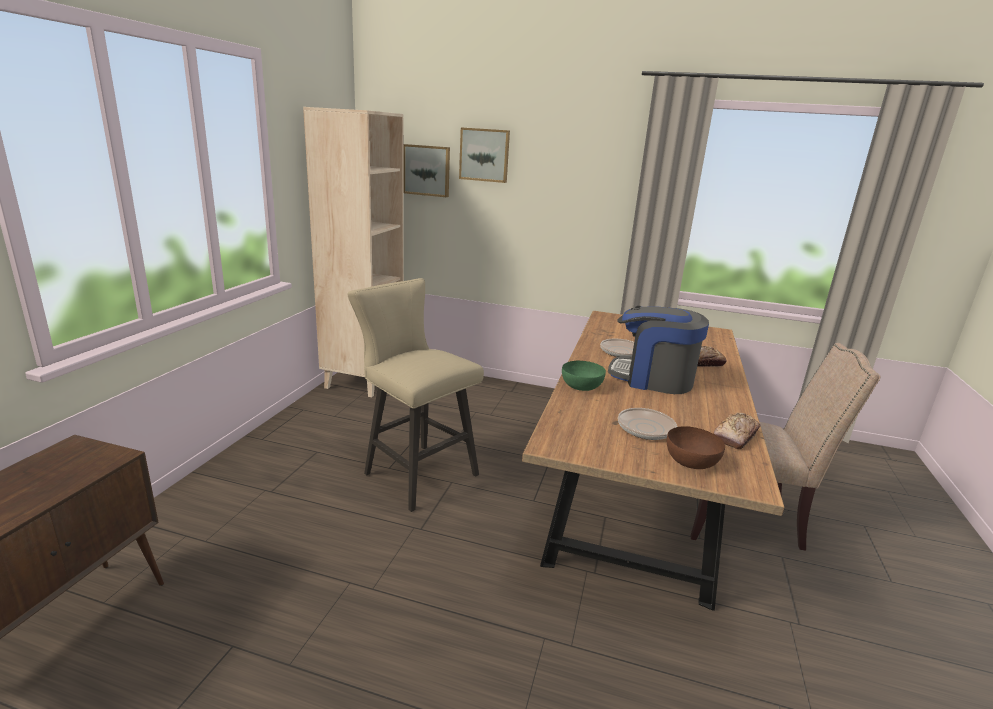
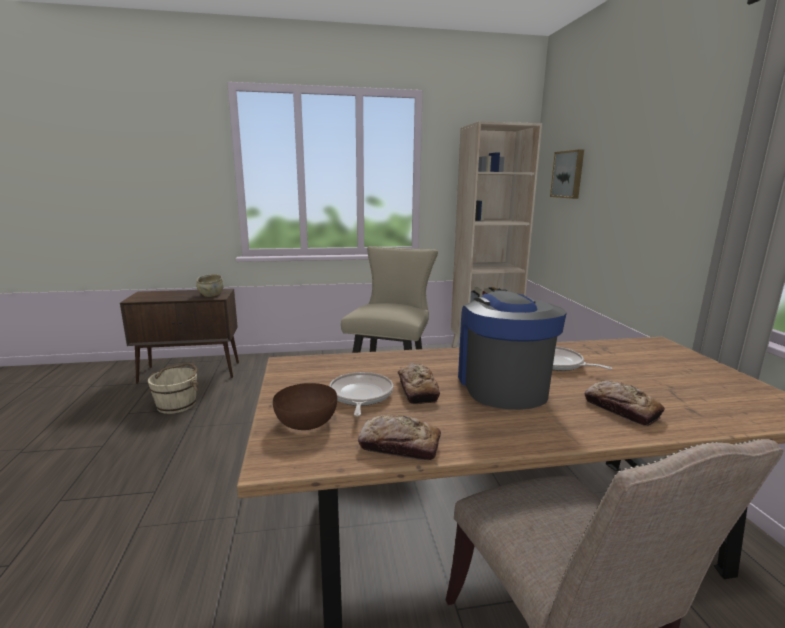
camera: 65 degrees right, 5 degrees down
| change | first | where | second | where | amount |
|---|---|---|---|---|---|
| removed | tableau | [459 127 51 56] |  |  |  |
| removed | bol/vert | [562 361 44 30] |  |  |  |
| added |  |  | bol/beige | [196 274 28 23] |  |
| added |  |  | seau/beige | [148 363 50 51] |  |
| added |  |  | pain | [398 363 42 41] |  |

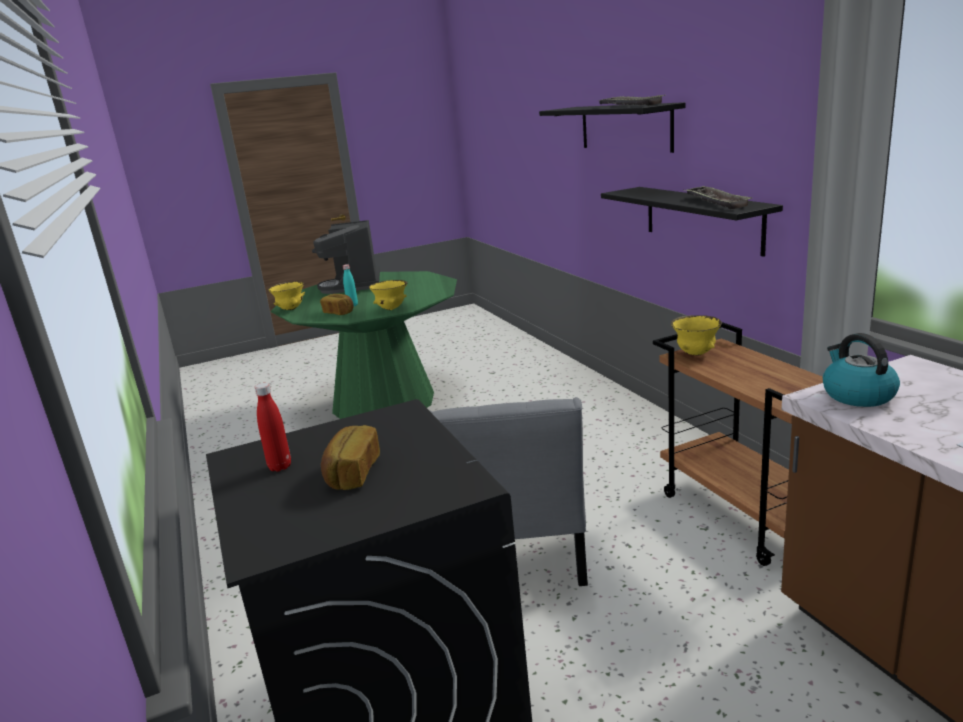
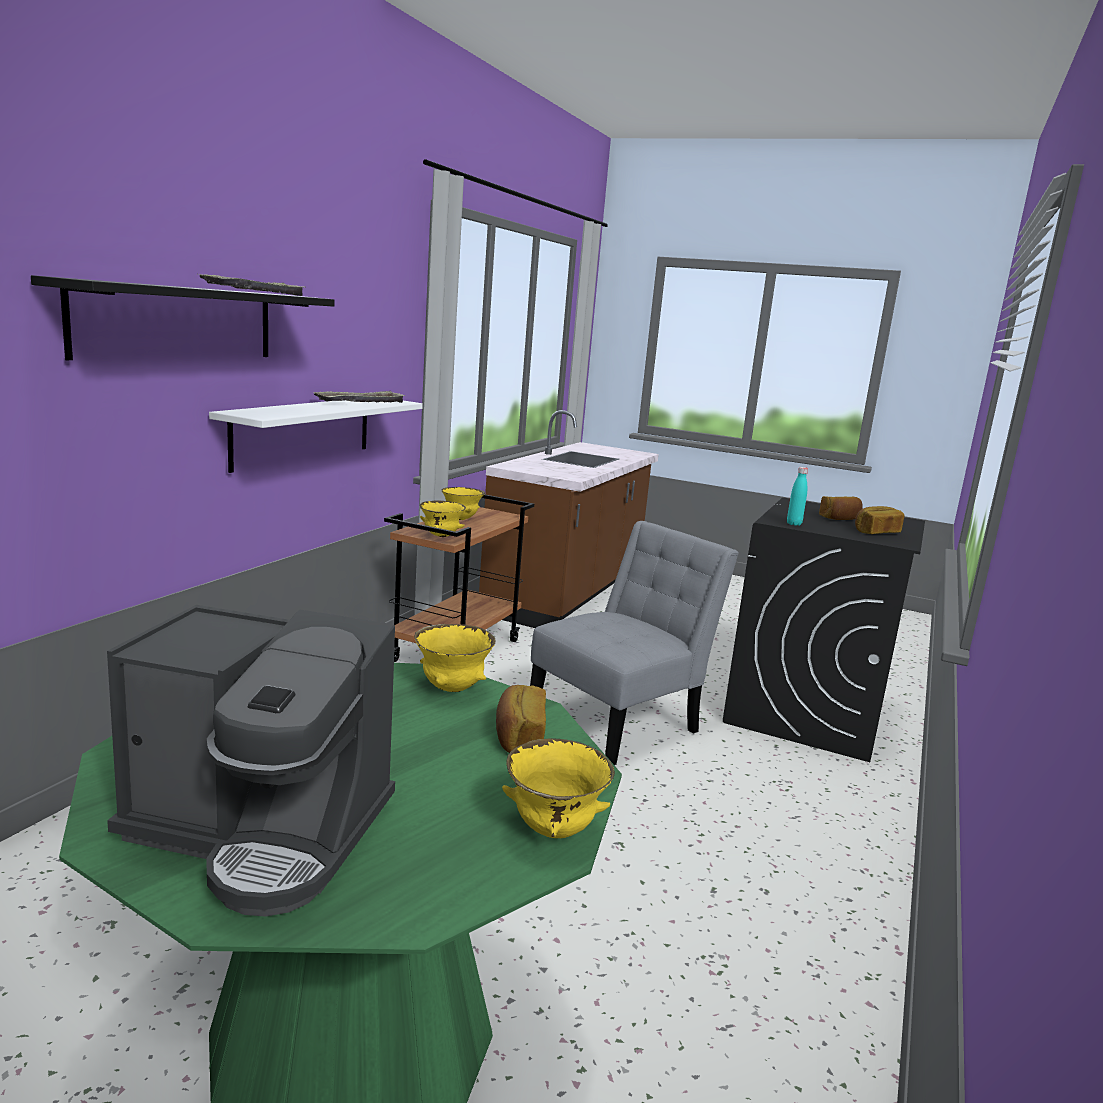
camera: 135 degrees left, 5 degrees down
| change | first | where | second | where | amount |
|---|---|---|---|---|---|
| recoloured | étagère/noir | [601 187 182 70] | étagère/blanc | [209 400 214 73] |  |
| turned | machine à café | [312 220 68 74] |  | [107 605 288 312] | 60 degrees clockwise |
| moved | bouteille/turquoise | [343 264 15 42] |  | [787 467 21 59] |  |
| removed | bouilloire | [823 333 77 74] |  |  |  |
| replaced | bouteille/rouge | [254 383 37 89] | pain | [855 506 49 28] |  |
| added |  |  | bol/jaune | [442 487 43 33] |  |

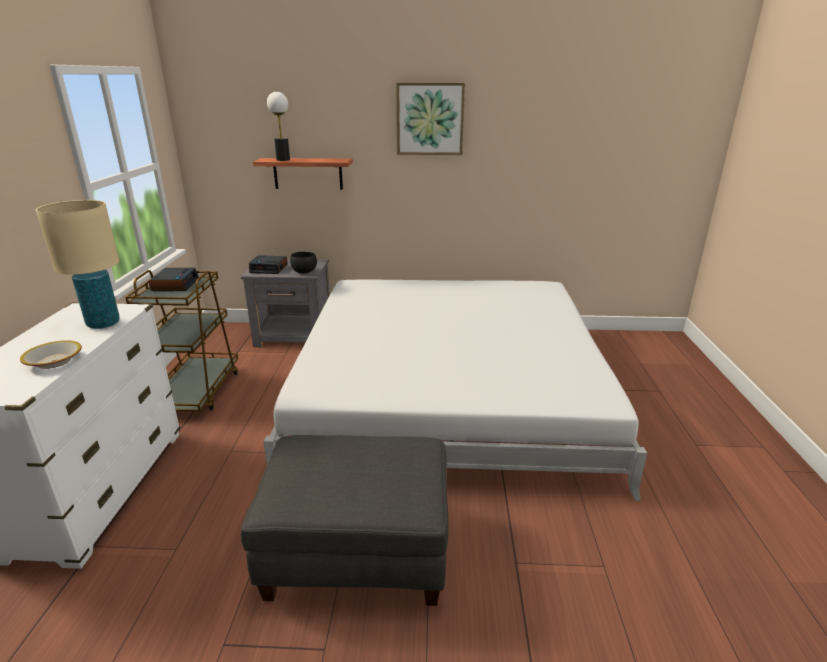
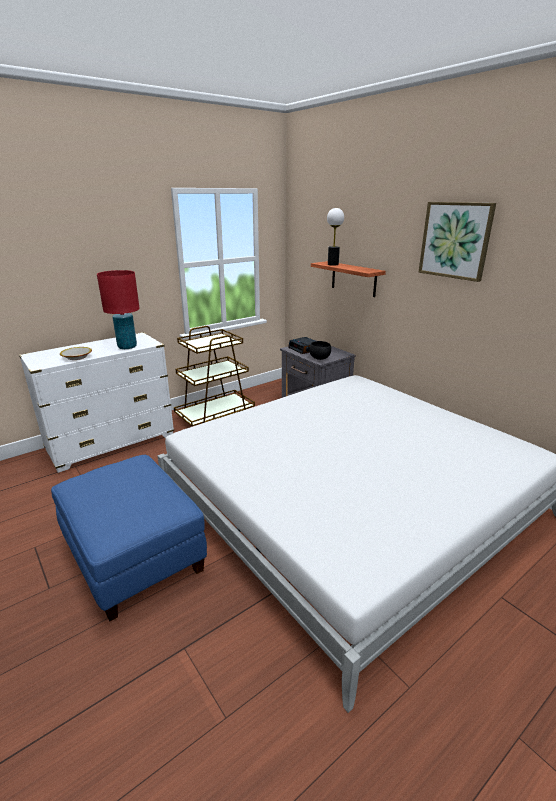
camera: 50 degrees right, 0 degrees up
| change | first | where | second | where | amount |
|---|---|---|---|---|---|
| recoloured | lampe de table/beige | [36 200 84 129] | lampe de table/rouge | [97 270 43 79] |  |
| removed | réveil | [149 268 50 23] |  |  |  |
| recoloured | pouf/gris | [241 435 207 171] | pouf/bleu | [51 455 156 167] |  |

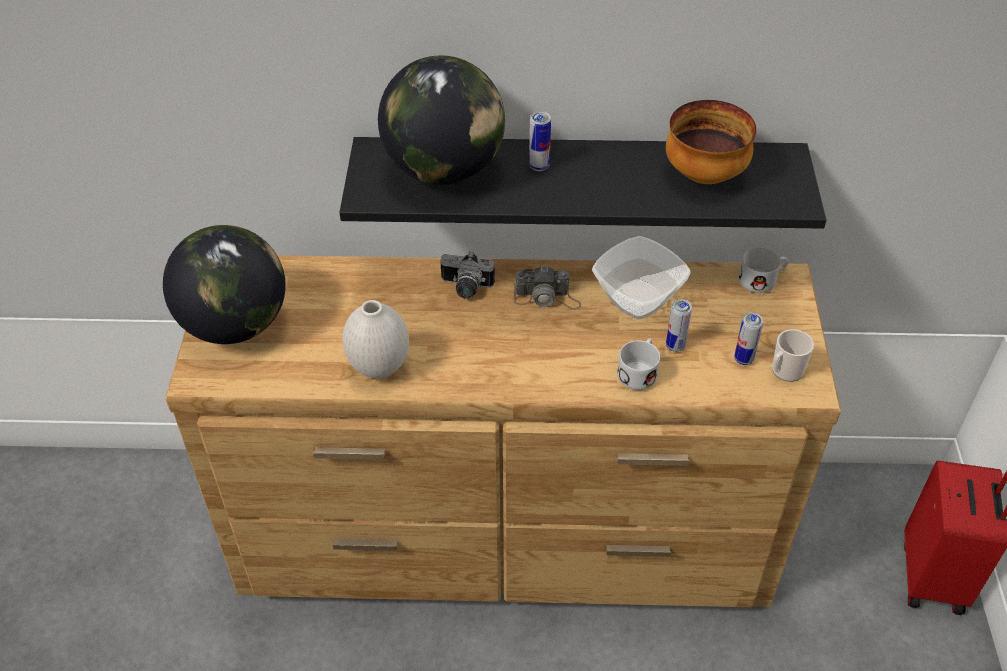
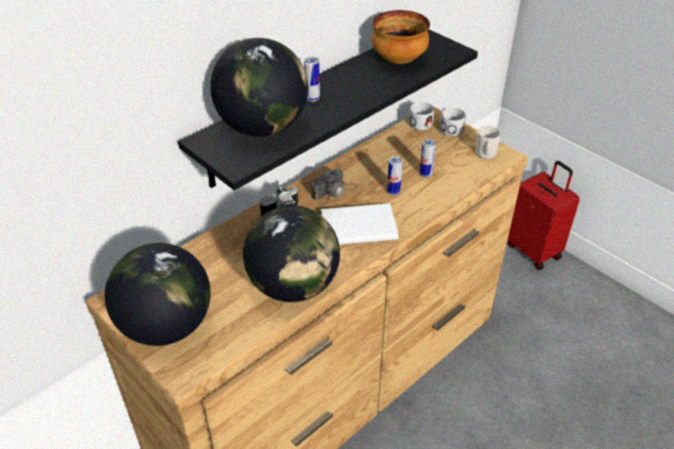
camera: 45 degrees left, 5 degrees down
| change | first | where | second | where | amount |
|---|---|---|---|---|---|
| removed | bol | [592 236 99 83] |  |  |  |
| replaced | vase/blanc | [343 300 66 79] | globe | [243 205 97 97] |  |
| moved | boîte métallique | [734 312 29 53] |  | [387 157 16 38] |  |
| moved | mug/blanc | [617 338 43 52] |  | [439 107 27 29] |  |
| added |  |  | livre/blanc | [321 203 78 42] |  |

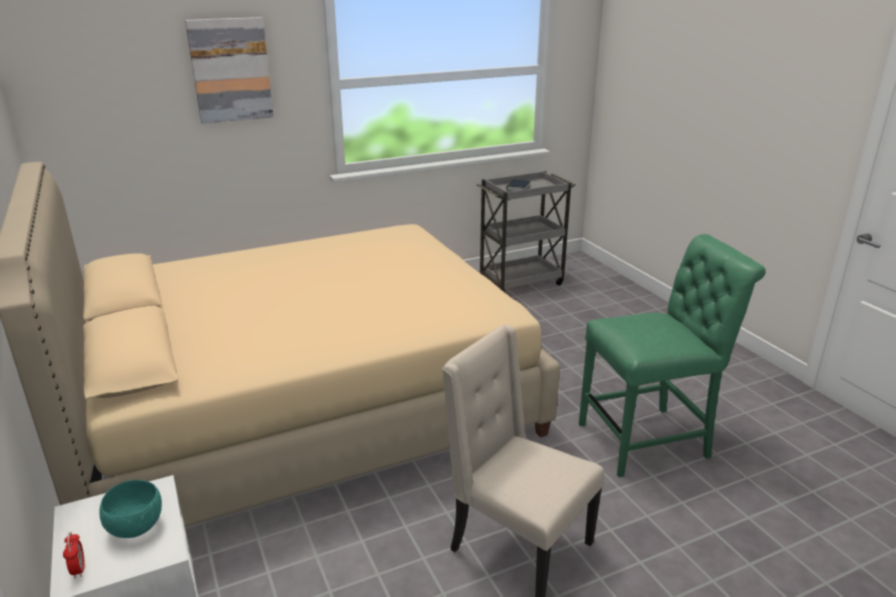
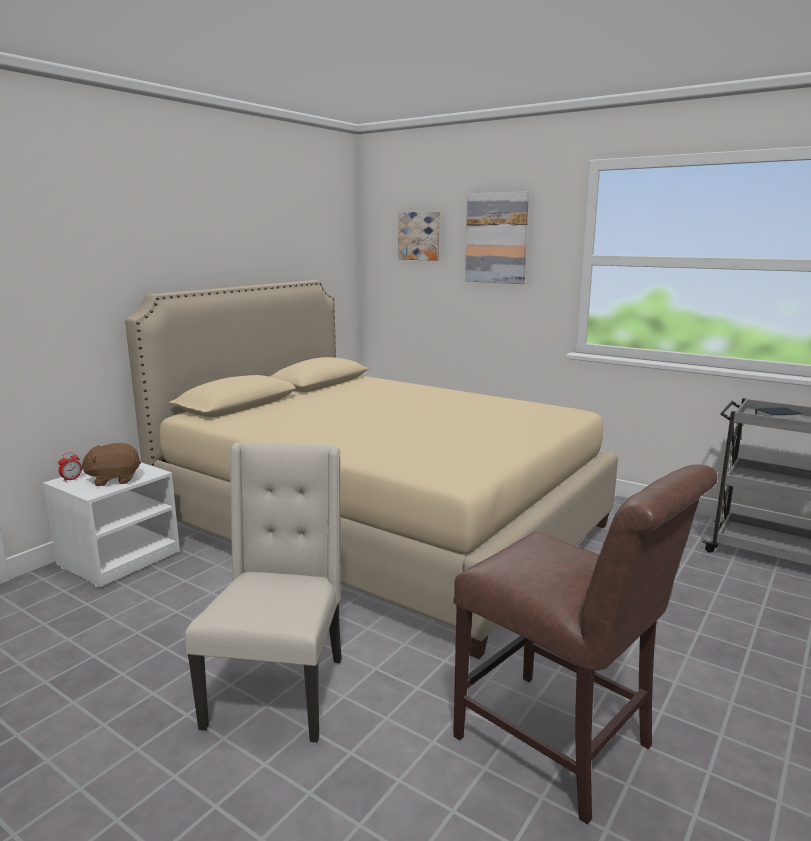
camera: 60 degrees right, 10 degrees down
| change | first | where | second | where | amount |
|---|---|---|---|---|---|
| recoloured | chaise/vert | [579 234 187 243] | chaise/marron | [453 465 265 359] |  |
| replaced | bol/turquoise | [99 480 63 58] | peluche/marron | [80 443 61 43] |  |
| added |  |  | tableau | [398 212 42 49] |  |

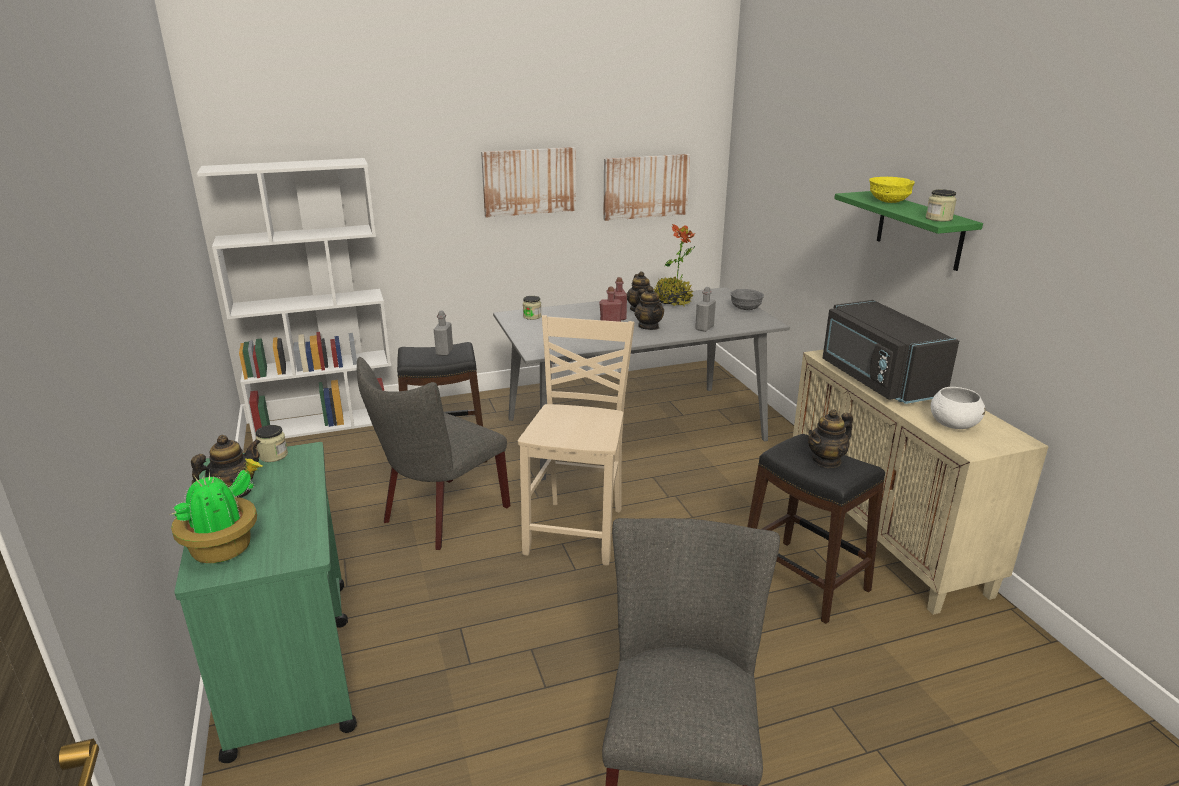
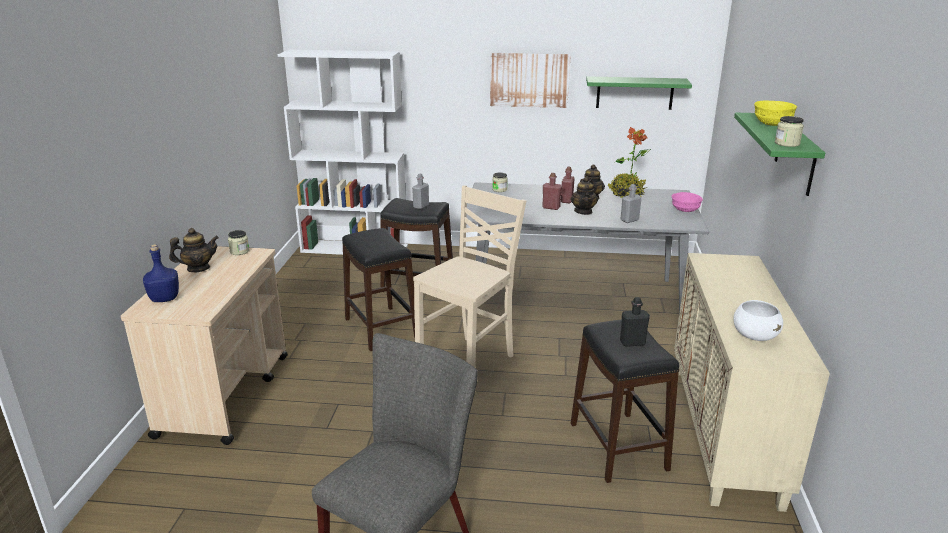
camera: 25 degrees right, 0 degrees up
| change | first | where | second | where | amount |
|---|---|---|---|---|---|
| replaced | tableau | [603 154 87 67] | étagère/vert | [586 76 106 34] |  |
| recoloured | bol/gris | [730 289 34 21] | bol/rose | [672 192 31 20] |  |
| removed | micro-ondes/noir | [823 300 136 104] |  |  |  |
| replaced | chaise/gris | [357 357 153 193] | tabouret/noir | [342 228 73 123] |  |
| replaced | théière | [808 409 45 59] | bouteille/noir | [620 297 30 50] |  |
| recoloured | chariot/vert | [174 442 183 321] | chariot/beige | [121 246 167 199] |  |
| replaced | plante en pot | [171 458 92 105] | bouteille/bleu | [143 245 36 57] |  |

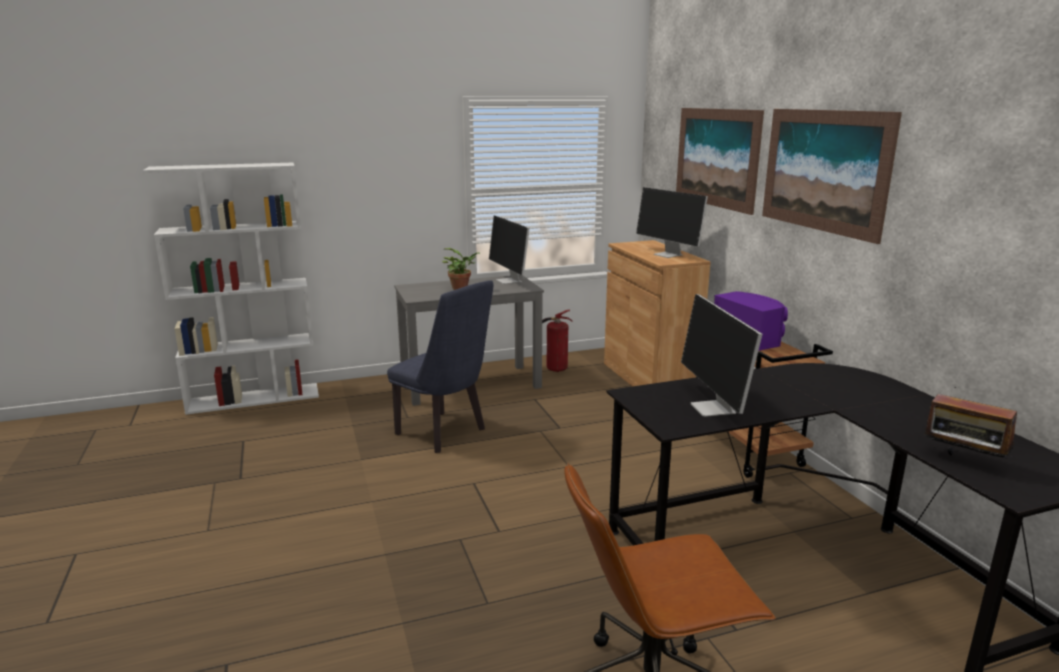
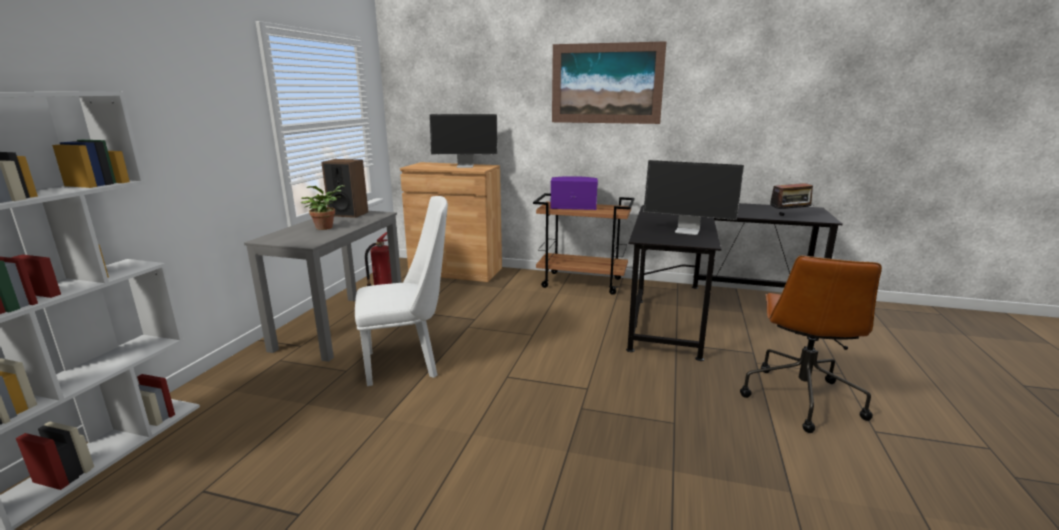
camera: 55 degrees left, 0 degrees up
| change | first | where | second | where | amount |
|---|---|---|---|---|---|
| removed | tableau | [676 108 88 107] |  |  |  |
| replaced | écran d'ordinateur | [489 216 41 68] | enceinte | [321 159 47 59] |  |
| recoloured | chaise/bleu | [387 280 106 173] | chaise/blanc | [355 196 93 190] |  |

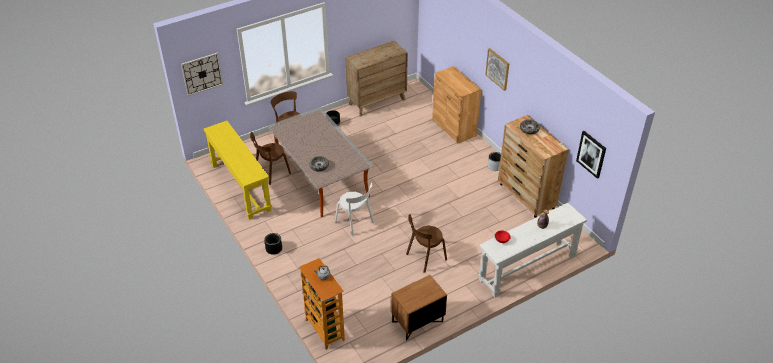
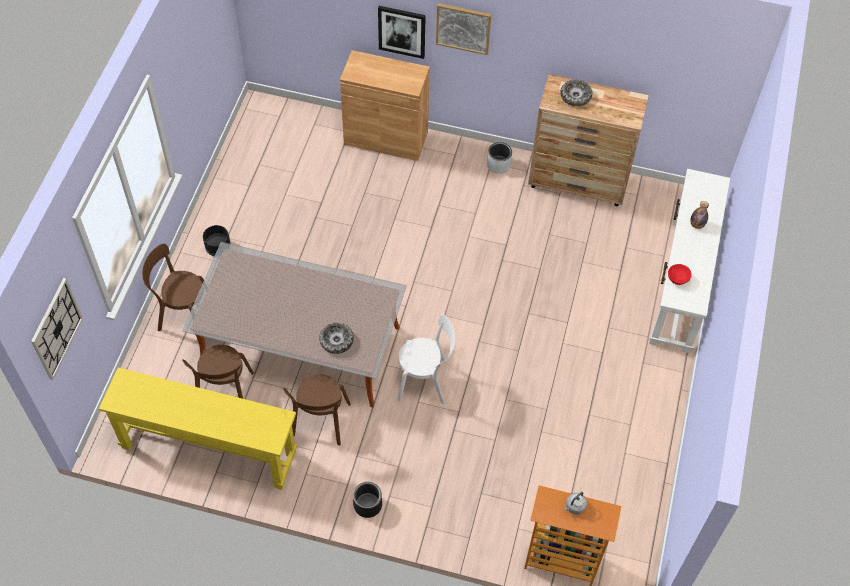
camera: 45 degrees left, 15 degrees up
| change | first | where | second | where | amount |
|---|---|---|---|---|---|
| removed | commode/marron | [345 41 63 76] |  |  |  |
| moved | tableau | [576 131 30 48] |  | [378 6 48 53] |  |
| moved | chaise/marron | [406 214 41 59] |  | [283 374 68 72] |  |
| removed | table de chevet/marron | [391 275 56 66] |  |  |  |

